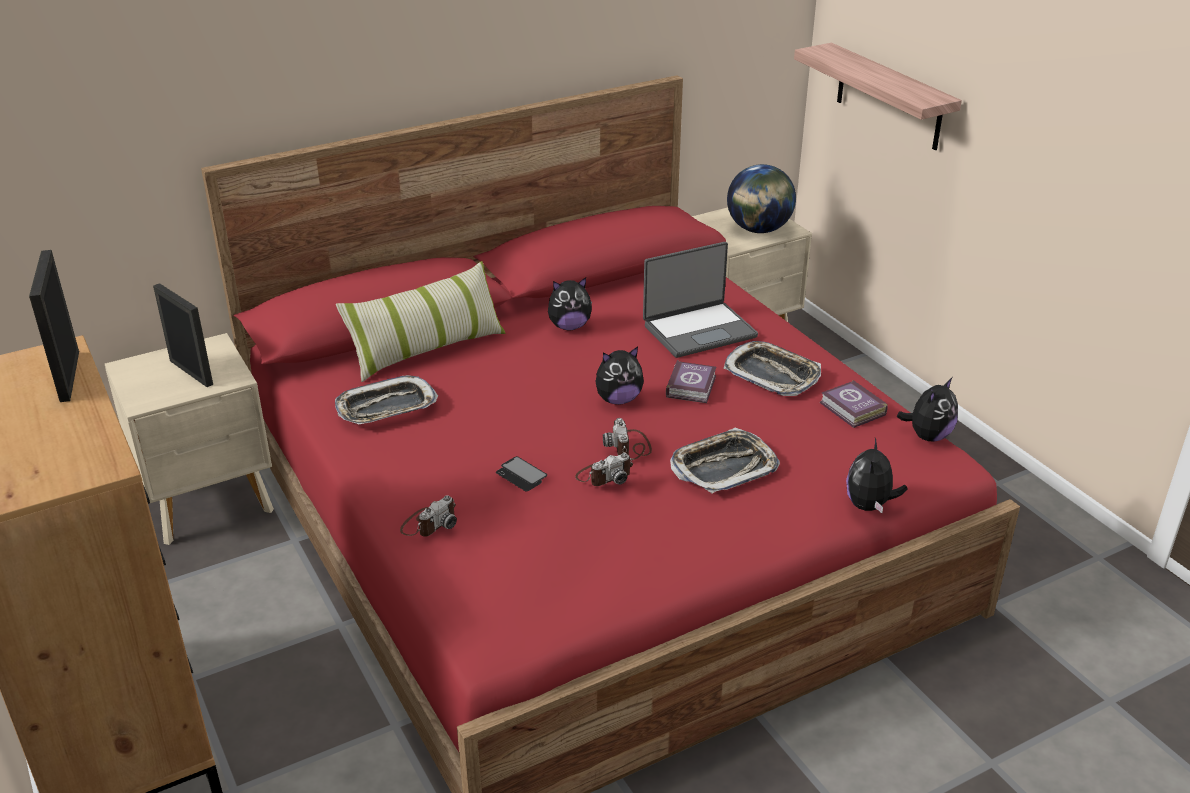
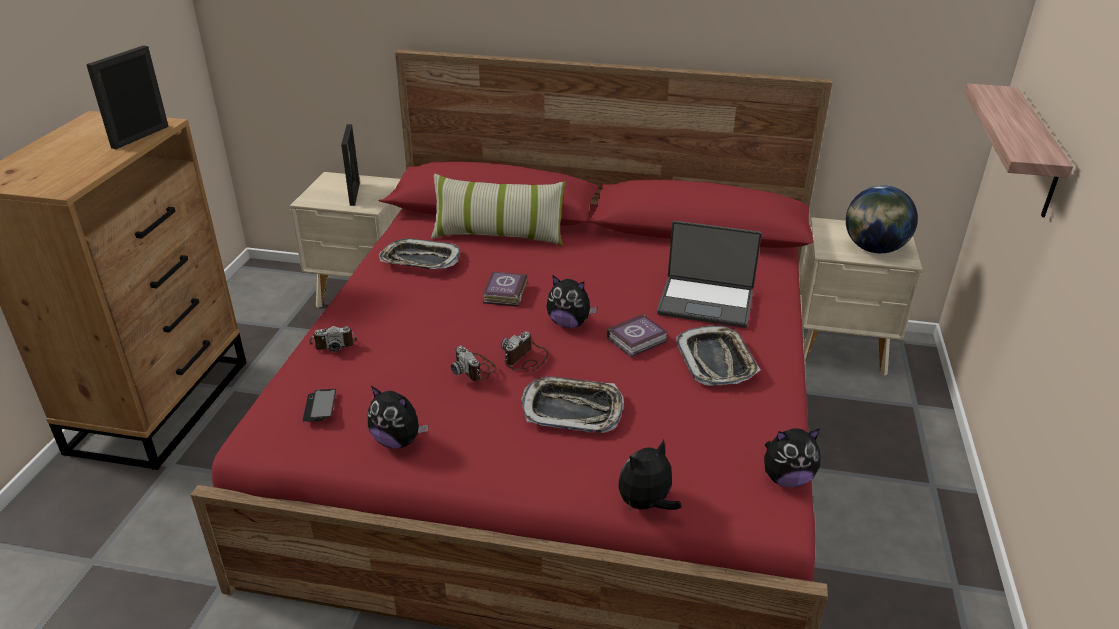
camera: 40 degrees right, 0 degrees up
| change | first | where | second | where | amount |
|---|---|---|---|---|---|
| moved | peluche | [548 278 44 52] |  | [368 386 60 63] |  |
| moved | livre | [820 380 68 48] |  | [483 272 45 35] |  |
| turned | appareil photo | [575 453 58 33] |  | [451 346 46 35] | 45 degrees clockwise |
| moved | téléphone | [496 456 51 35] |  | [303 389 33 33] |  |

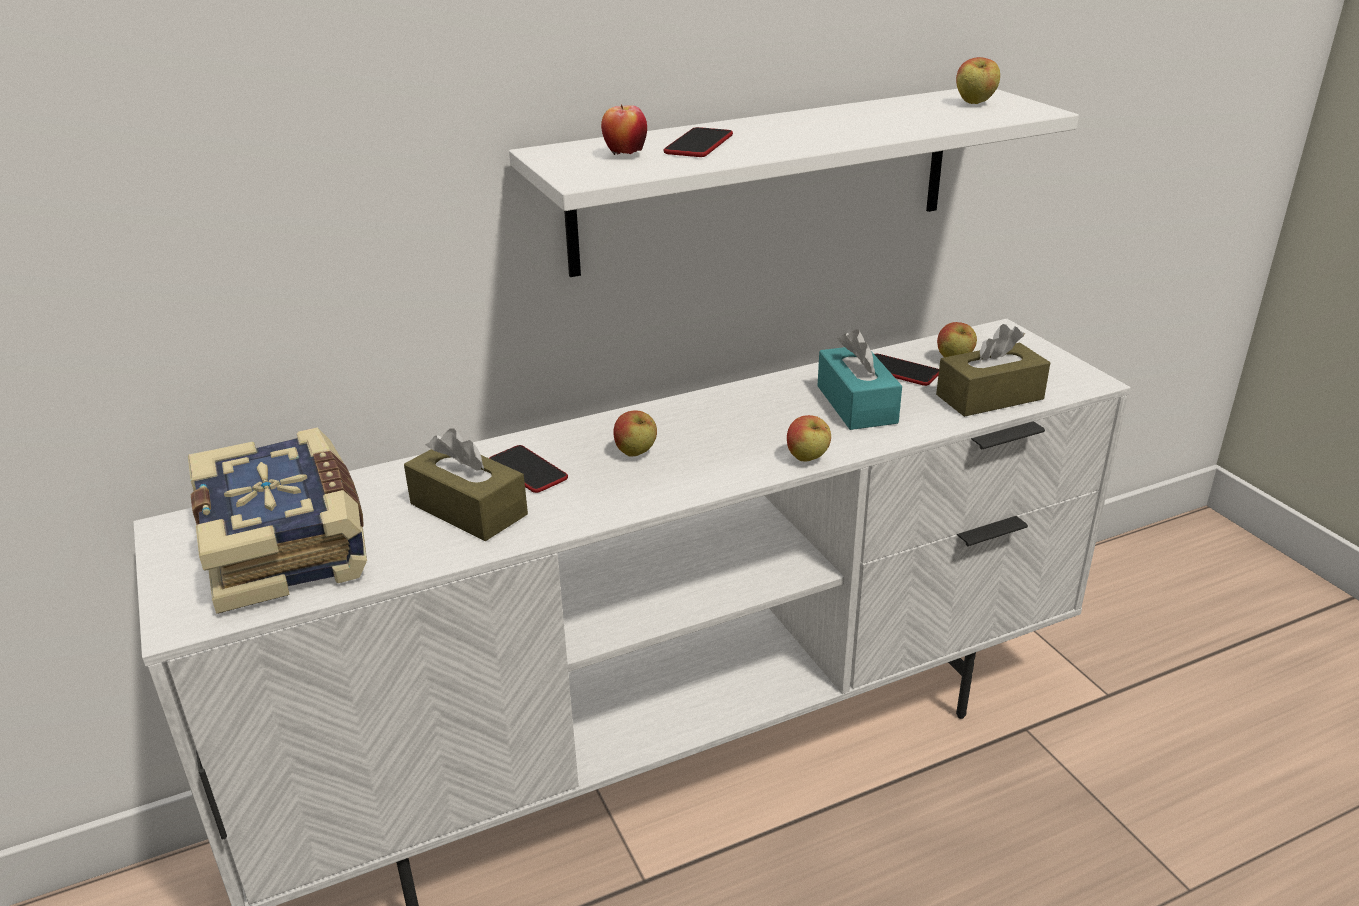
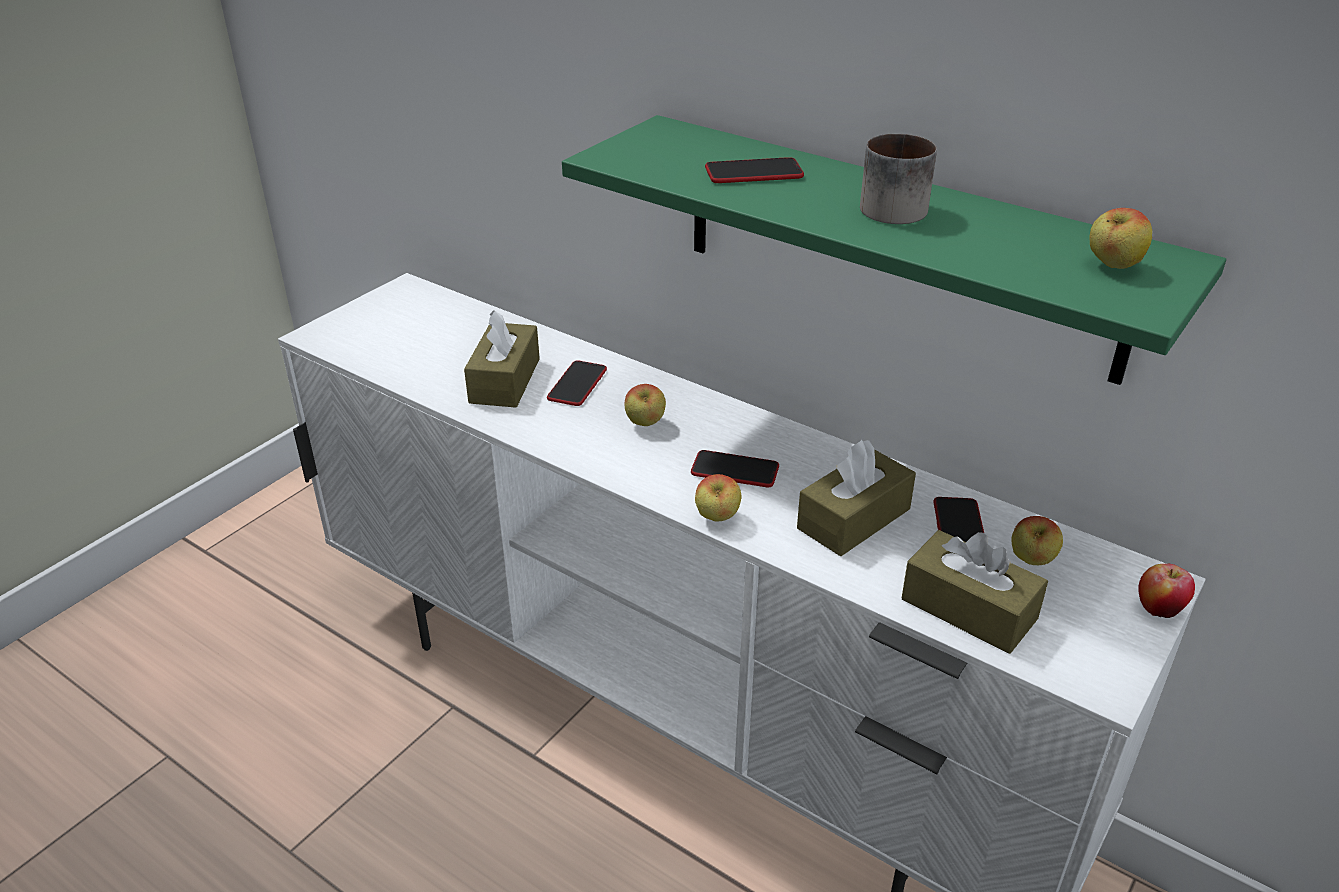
camera: 60 degrees right, 5 degrees up
| change | first | where | second | where | amount |
|---|---|---|---|---|---|
| recoloured | étagère/blanc | [509 89 570 188] | étagère/vert | [562 115 664 270] |  |
| moved | pomme | [601 104 46 52] |  | [1138 564 57 54] |  |
| recoloured | boîte à mouchoirs/turquoise | [817 329 85 101] | boîte à mouchoirs/marron | [797 440 119 116] |  |
| removed | livre | [188 428 179 186] |  |  |  |
| added |  |  | mug | [860 134 77 90] |  |
| added |  |  | téléphone | [691 450 88 37] |  |

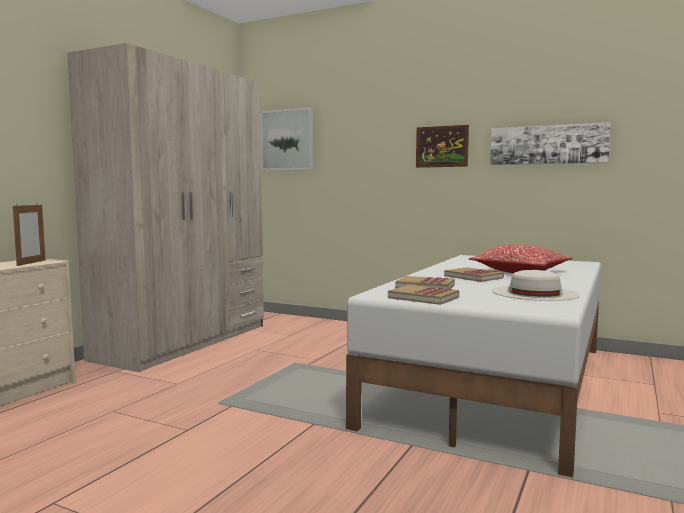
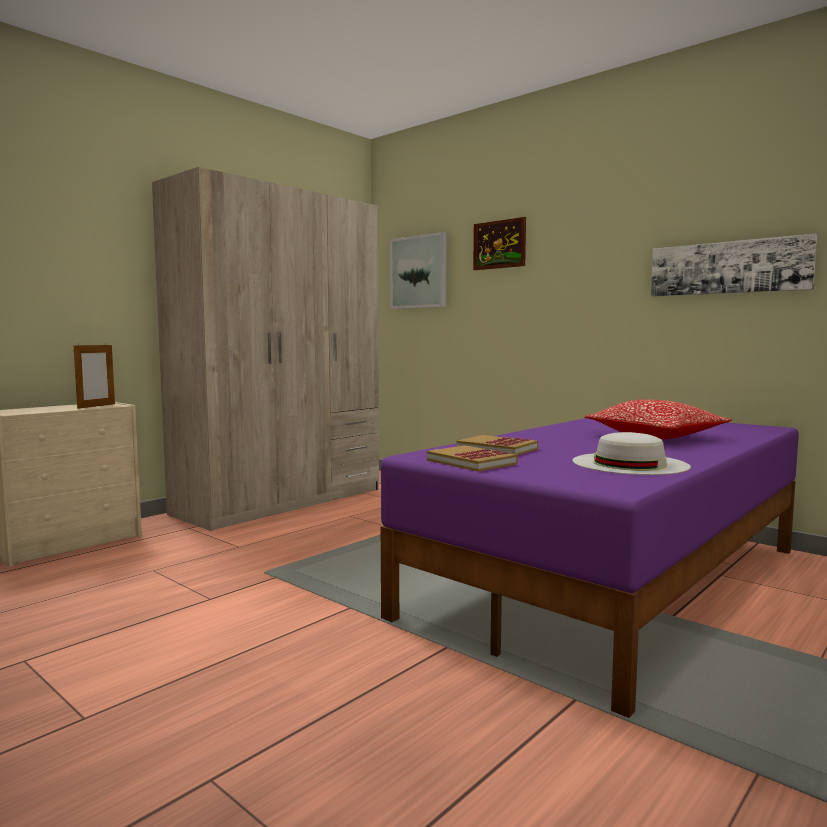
camera: 15 degrees right, 0 degrees up
| change | first | where | second | where | amount |
|---|---|---|---|---|---|
| moved | tableau | [416 125 53 43] |  | [473 217 53 53] |  |
| recoloured | lit/blanc | [346 255 255 223] | lit/violet | [381 418 418 300] |  |
| removed | livre | [444 267 60 15] |  |  |  |

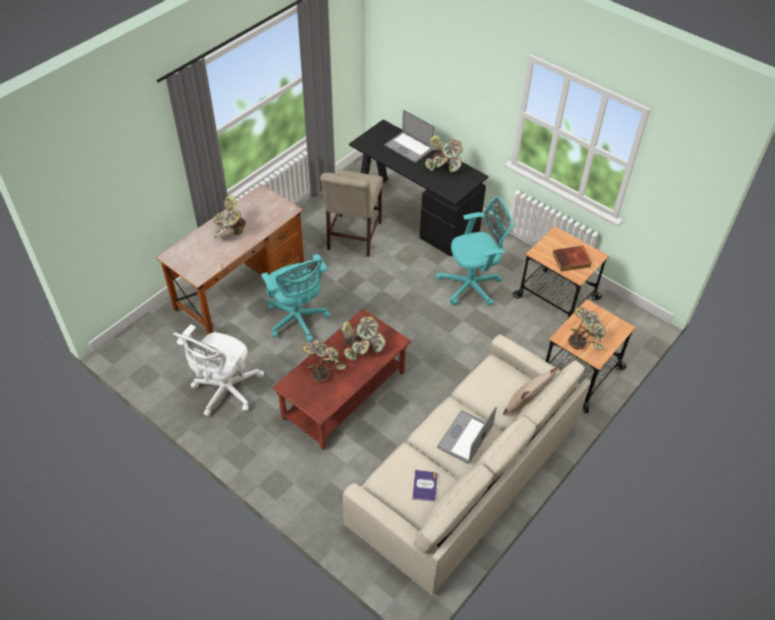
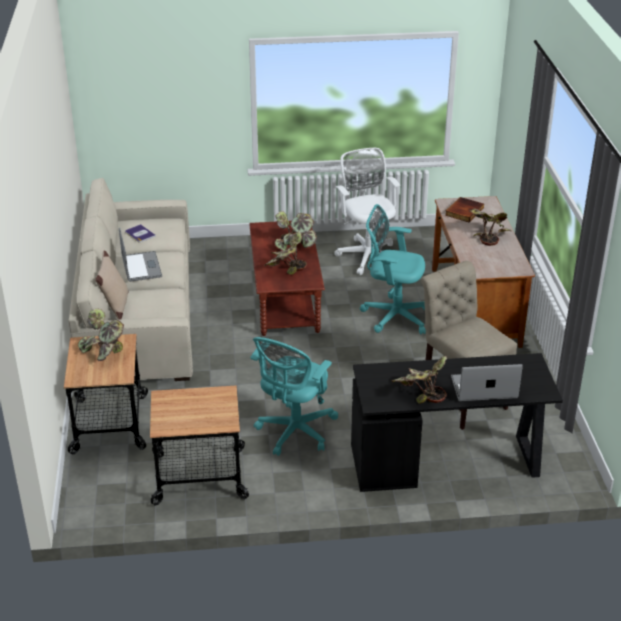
camera: 135 degrees right, 15 degrees down
| change | first | where | second | where | amount |
|---|---|---|---|---|---|
| moved | livre | [553 246 39 25] |  | [445 197 39 25] |  |

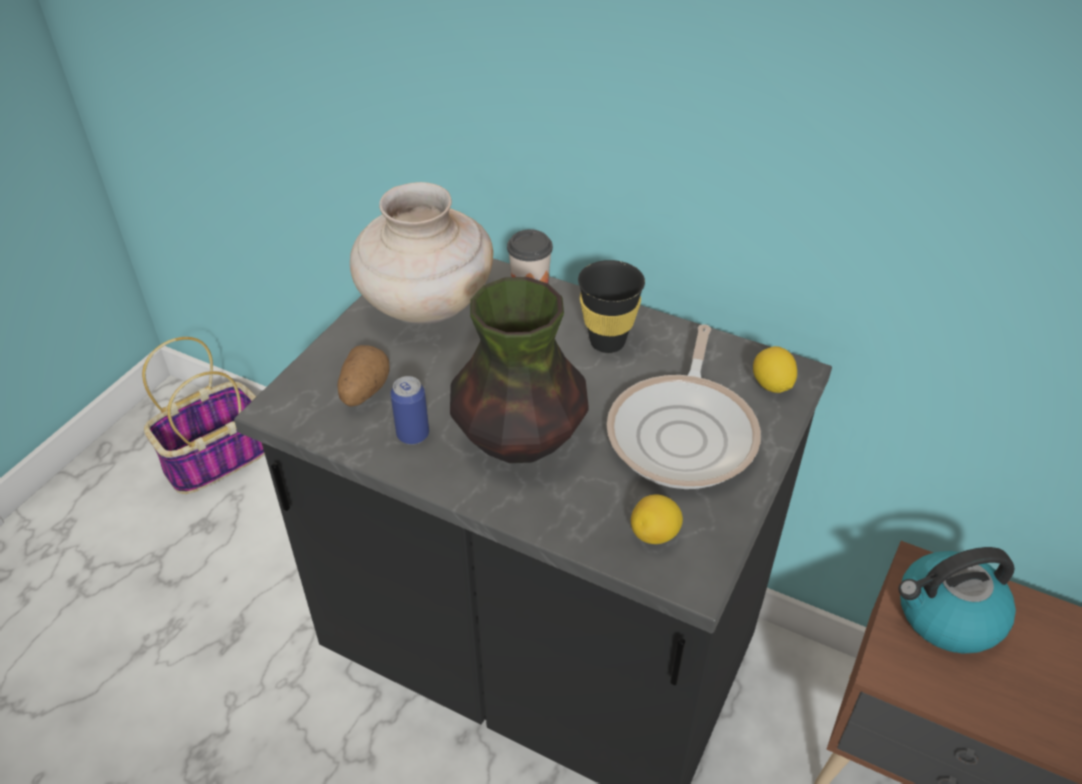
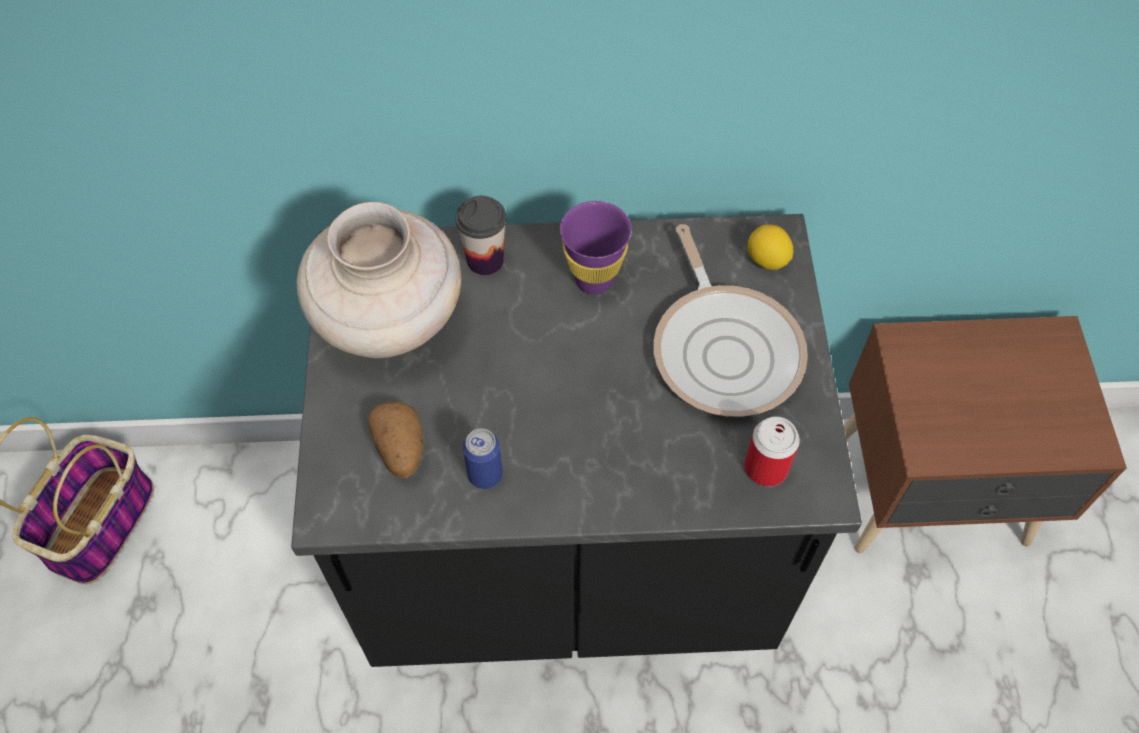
camera: 30 degrees left, 15 degrees up
| change | first | where | second | where | amount |
|---|---|---|---|---|---|
| recoloured | tasse/noir | [578 260 67 93] | tasse/violet | [560 201 72 93] |  |
| removed | vase | [450 277 138 186] |  |  |  |
| replaced | citron | [631 494 52 50] | boîte métallique | [744 416 56 71] |  |
| removed | bouilloire | [898 547 118 107] |  |  |  |

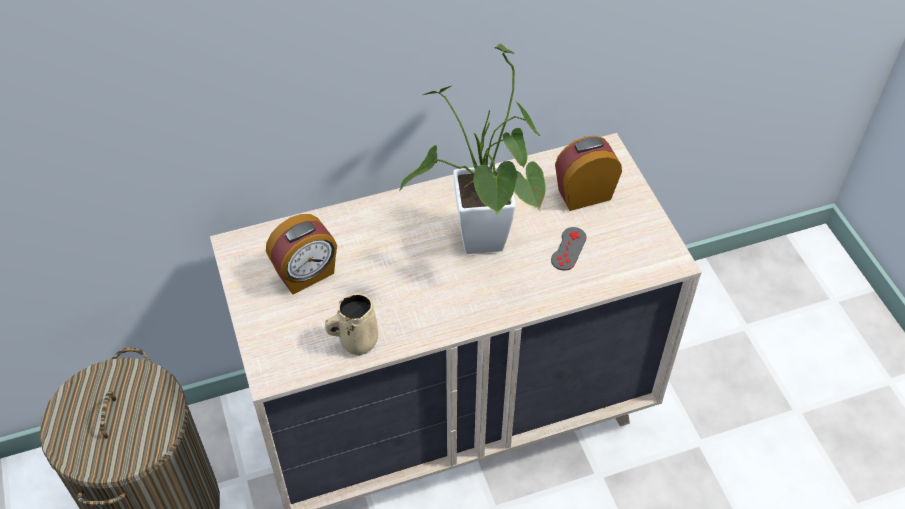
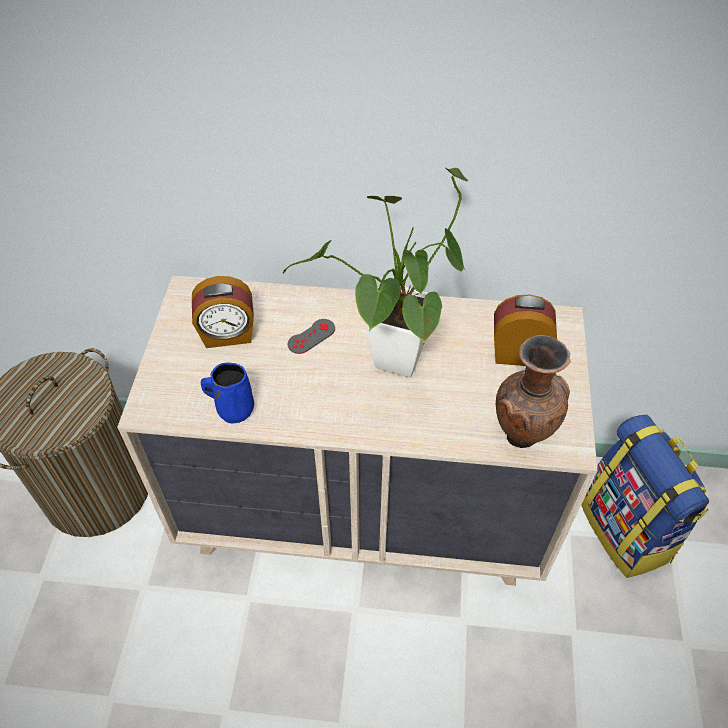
camera: 25 degrees right, 0 degrees up
| change | first | where | second | where | amount |
|---|---|---|---|---|---|
| moved | manette/gris | [551 227 36 44] |  | [288 319 47 35] |  |
| recoloured | mug/beige | [325 293 53 62] | mug/bleu | [201 363 53 60] |  |
| added |  |  | vase/marron | [496 335 75 113] |  |
| added |  |  | sac à dos | [582 415 127 163] |  |

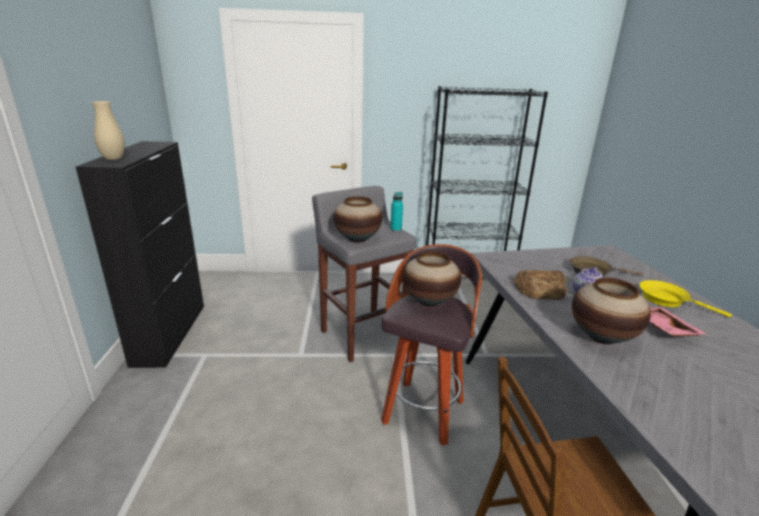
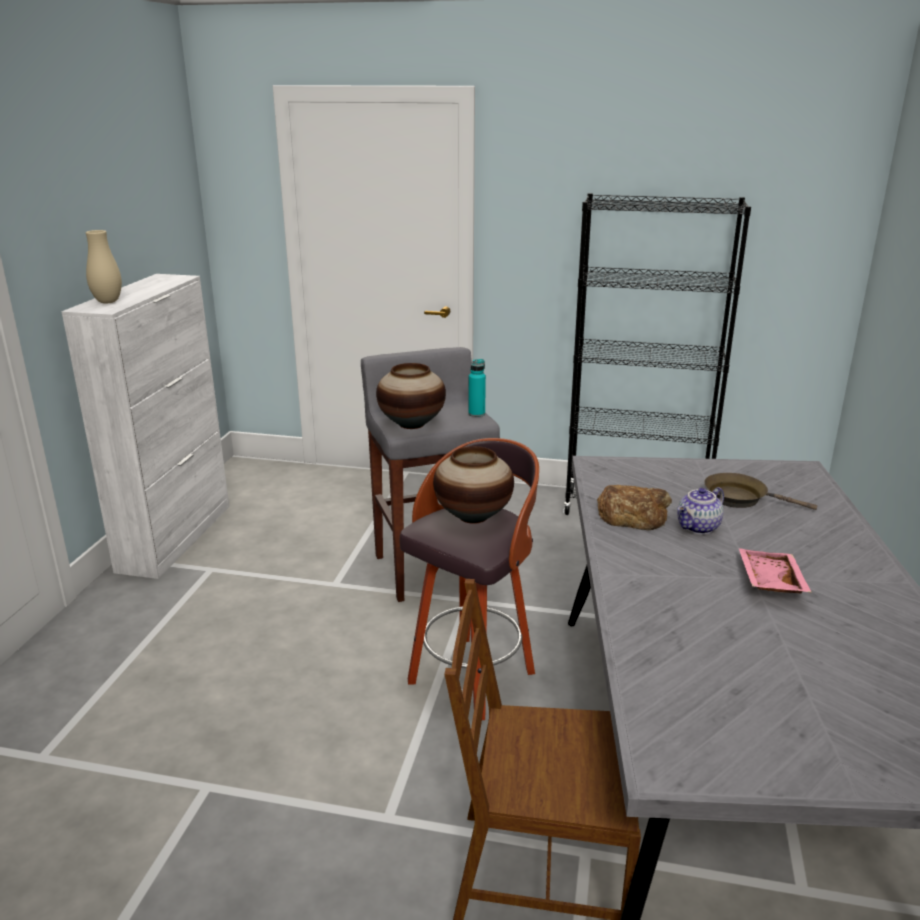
camera: 15 degrees right, 0 degrees up
| change | first | where | second | where | amount |
|---|---|---|---|---|---|
| recoloured | meuble de rangement/noir | [76 141 128 227] | meuble de rangement/blanc | [62 274 167 305] |  |
| removed | vase | [572 278 79 67] |  |  |  |
| removed | poêle/jaune | [639 280 93 37] |  |  |  |

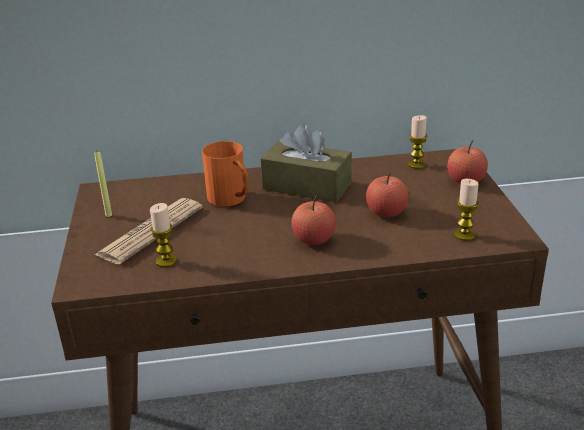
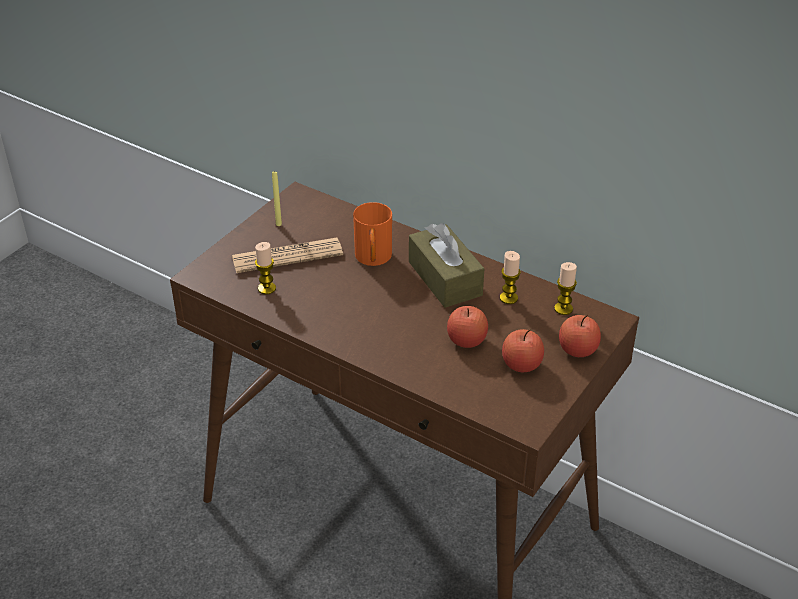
camera: 40 degrees right, 10 degrees up
| change | first | where | second | where | amount |
|---|---|---|---|---|---|
| moved | bougie | [454 179 25 62] |  | [500 251 21 53] |  |
| moved | pomme | [292 195 44 50] |  | [502 329 42 43] |  |

